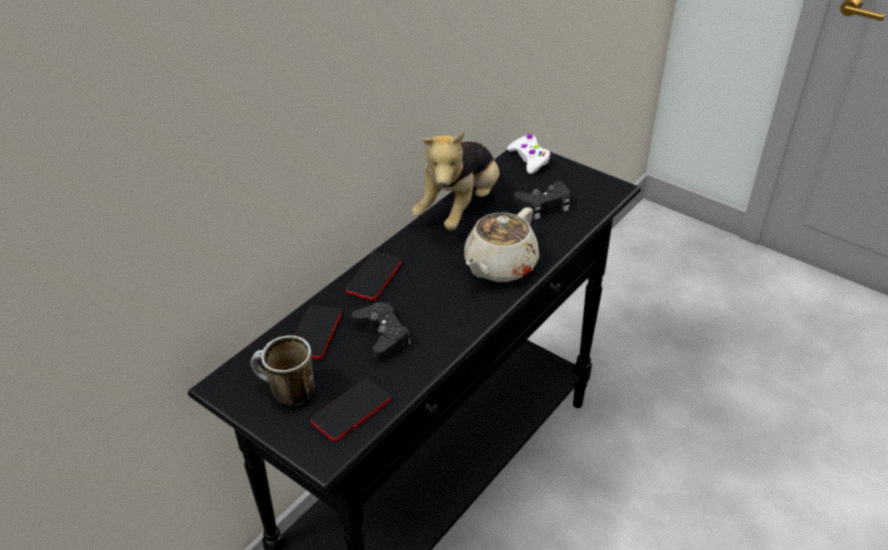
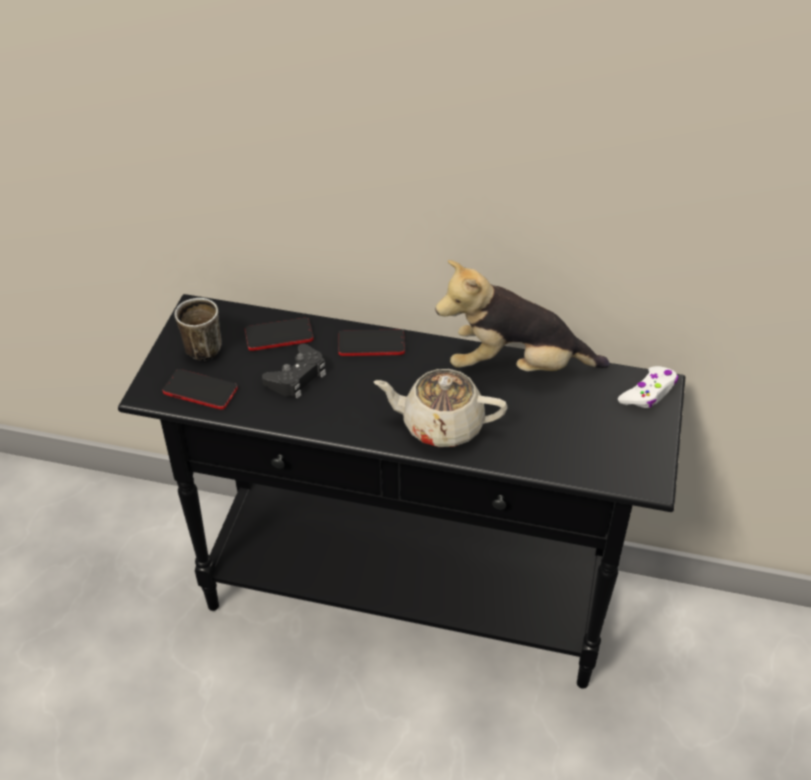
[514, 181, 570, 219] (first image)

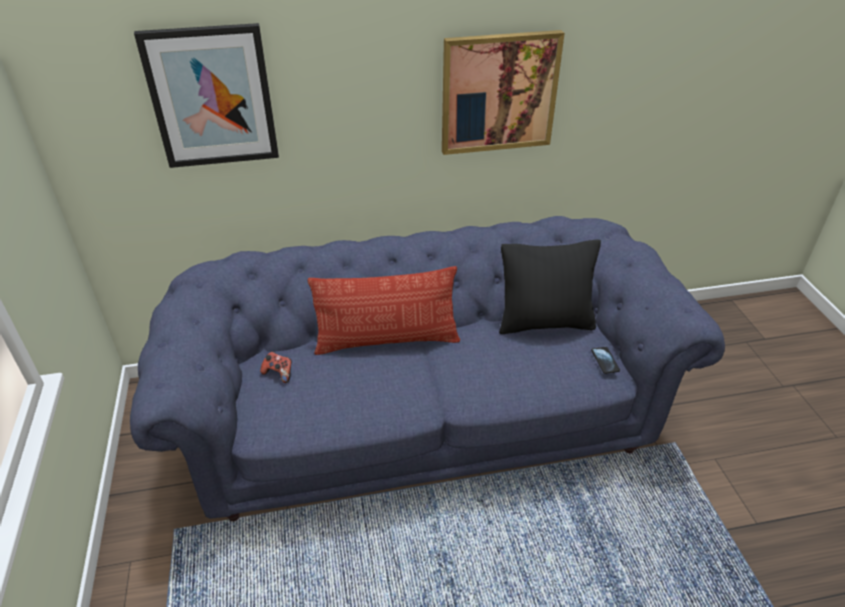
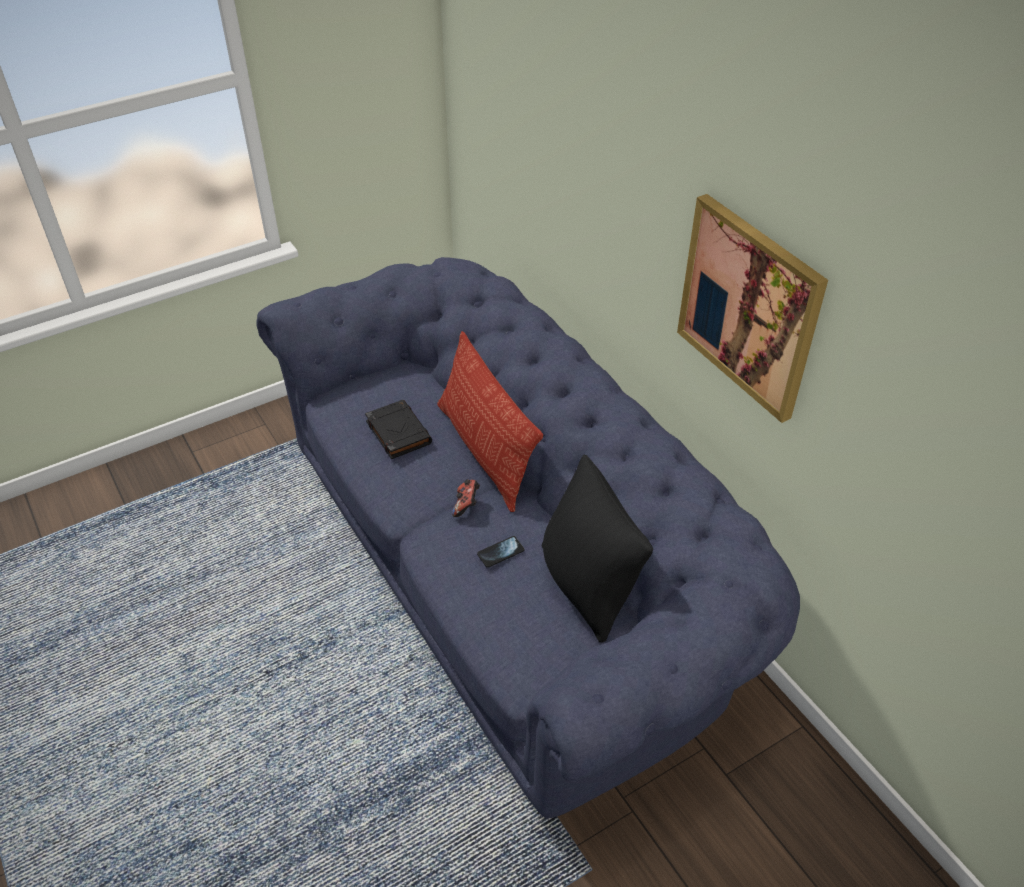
[134, 23, 279, 168] (first image)
[452, 479, 480, 517]
[477, 536, 524, 568]
[365, 400, 432, 459]

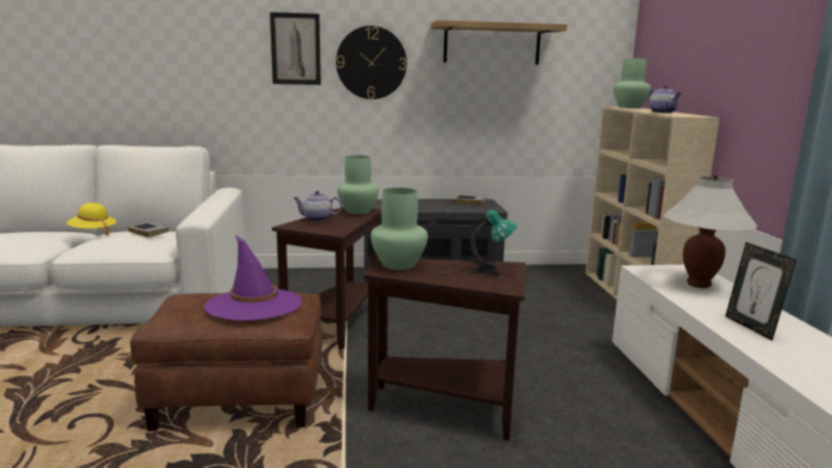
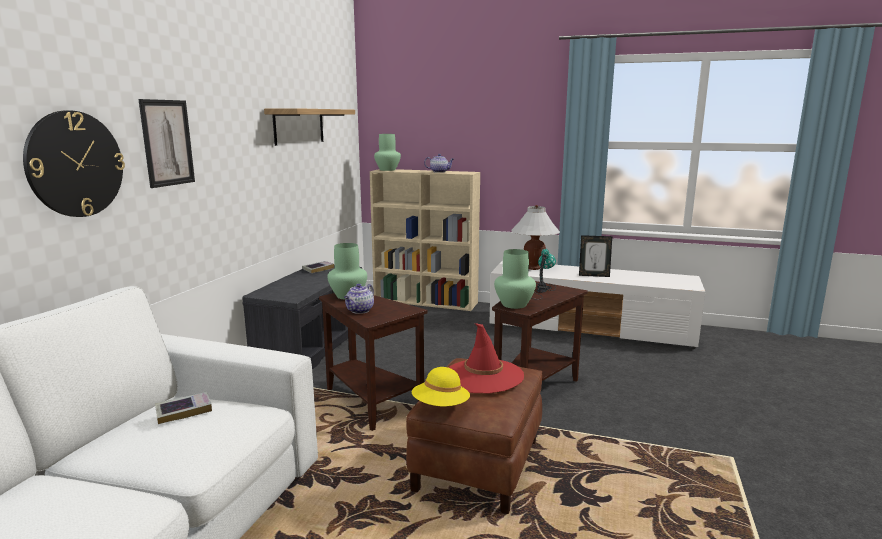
[412, 367, 470, 406]
[448, 323, 524, 394]
[23, 110, 125, 217]

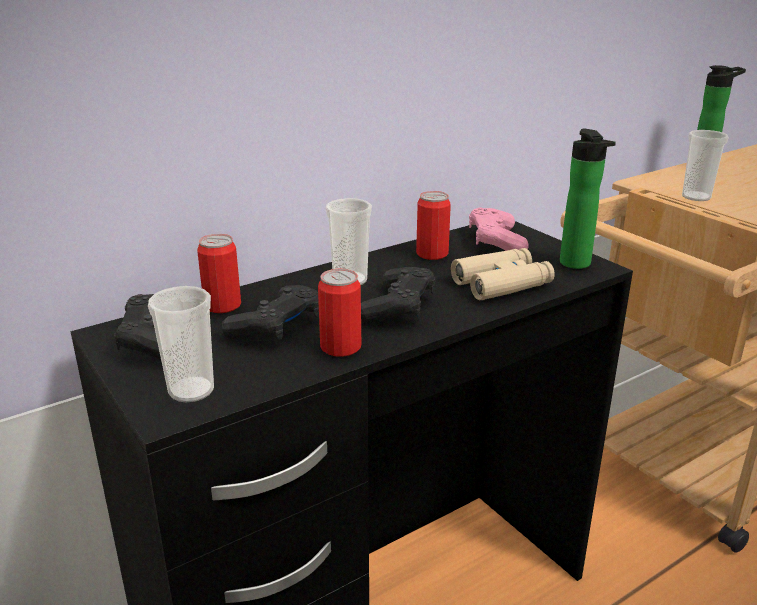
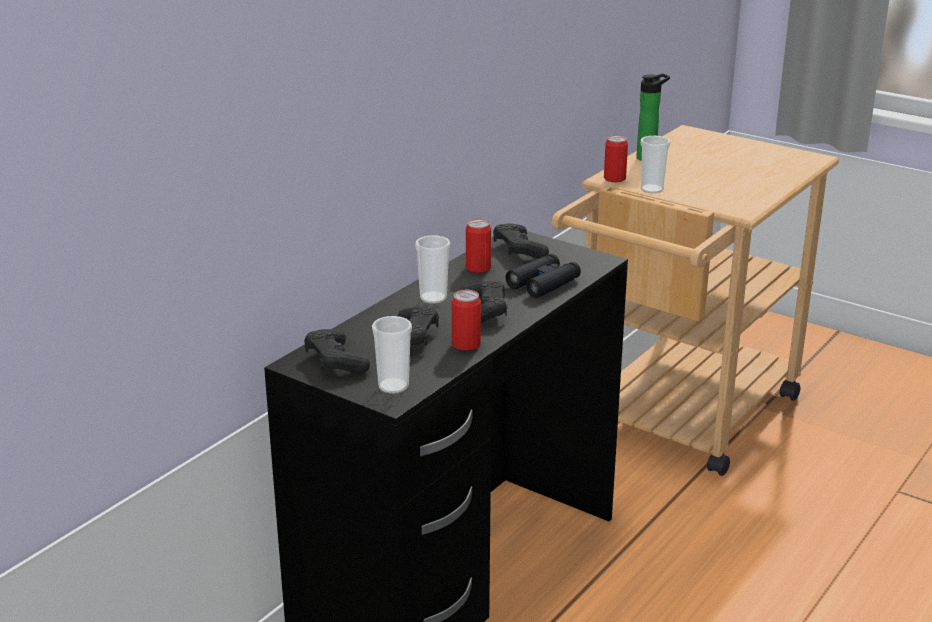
[604, 135, 628, 182]
[506, 254, 581, 298]
[493, 223, 549, 259]
[560, 129, 616, 269] (first image)

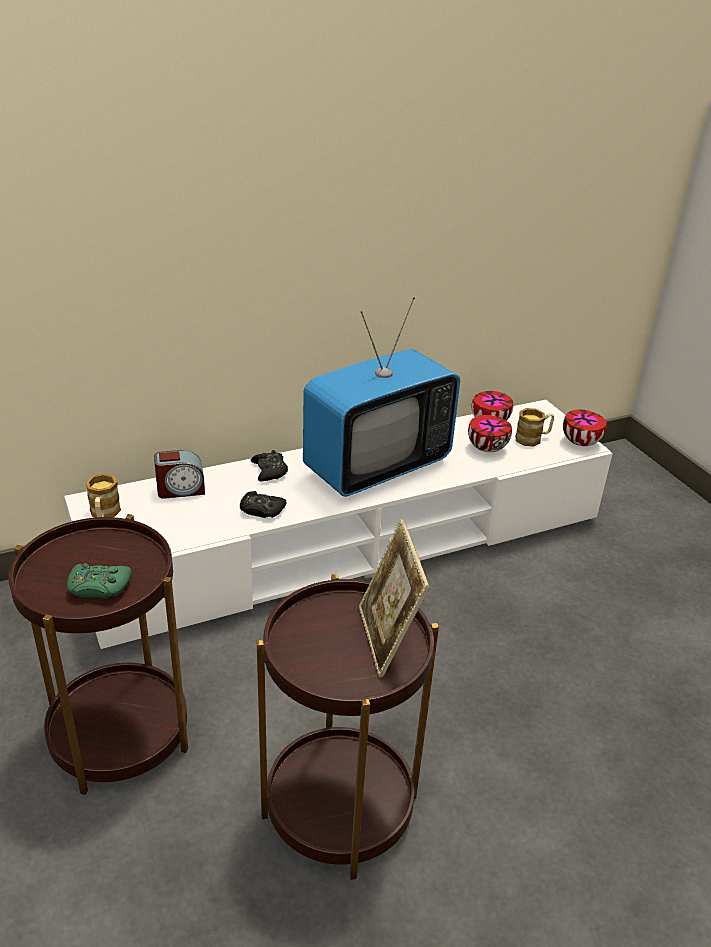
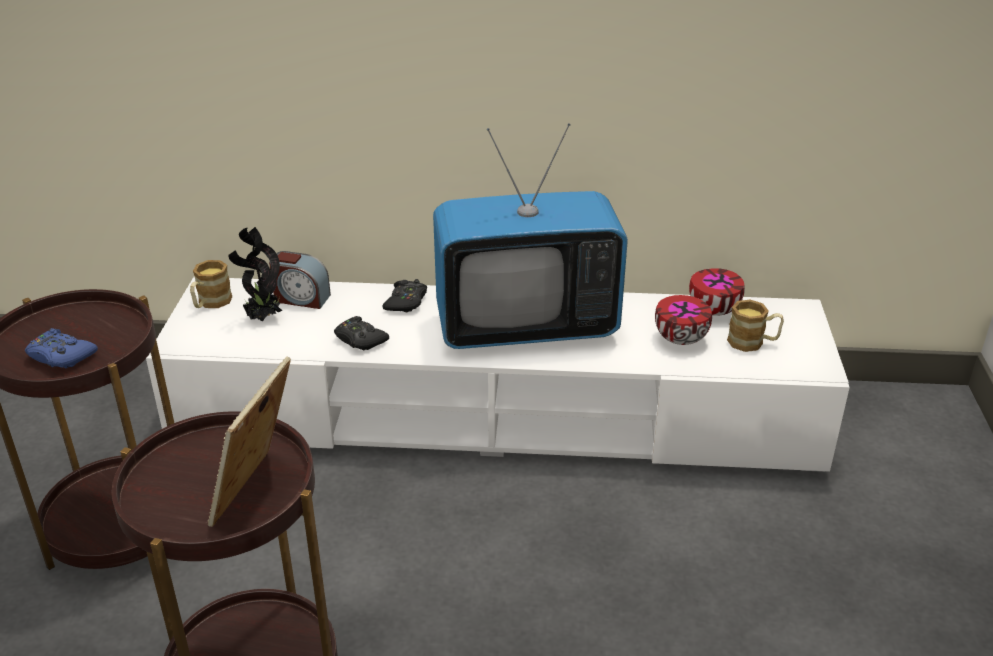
[25, 328, 98, 368]
[563, 409, 607, 446] (first image)
[228, 227, 282, 321]

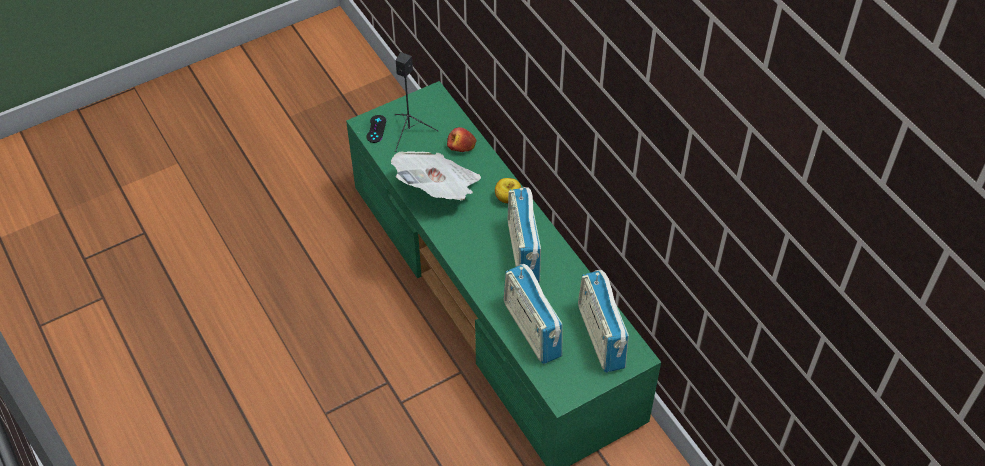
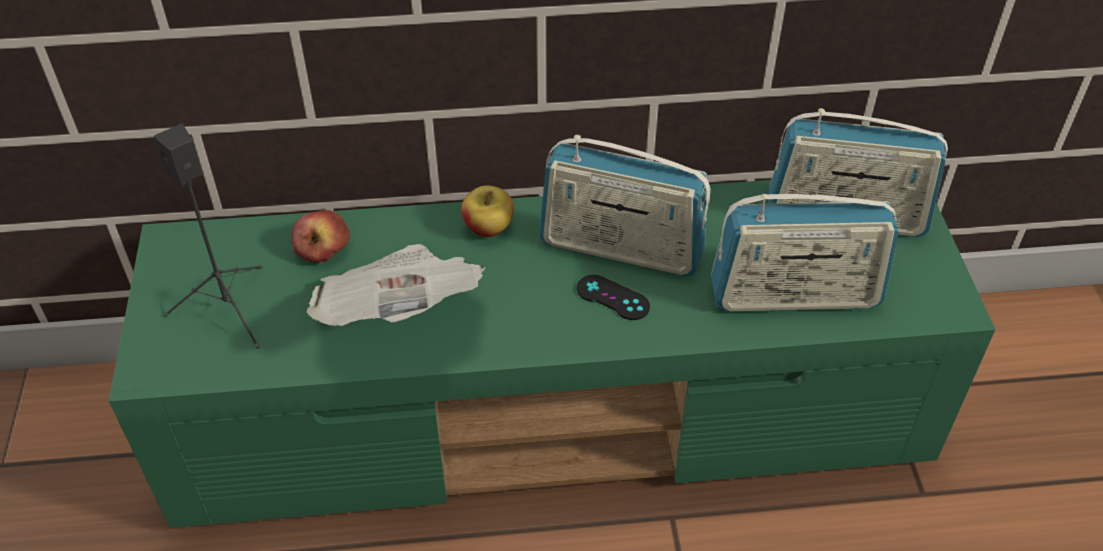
[577, 275, 650, 320]

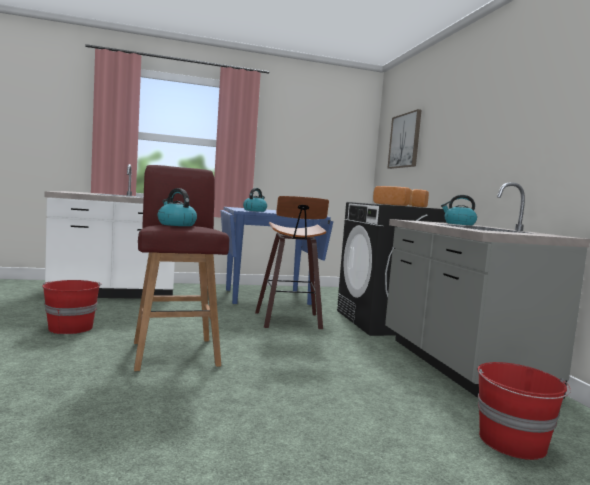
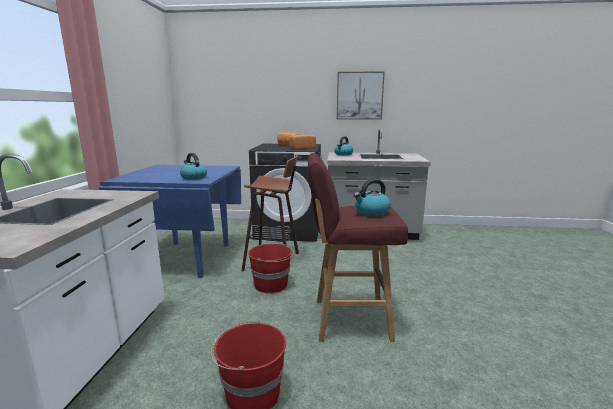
[337, 71, 385, 120]
[248, 243, 294, 293]

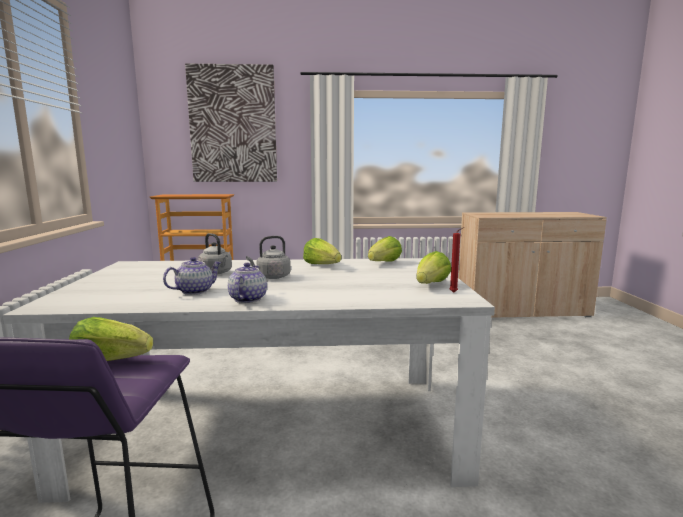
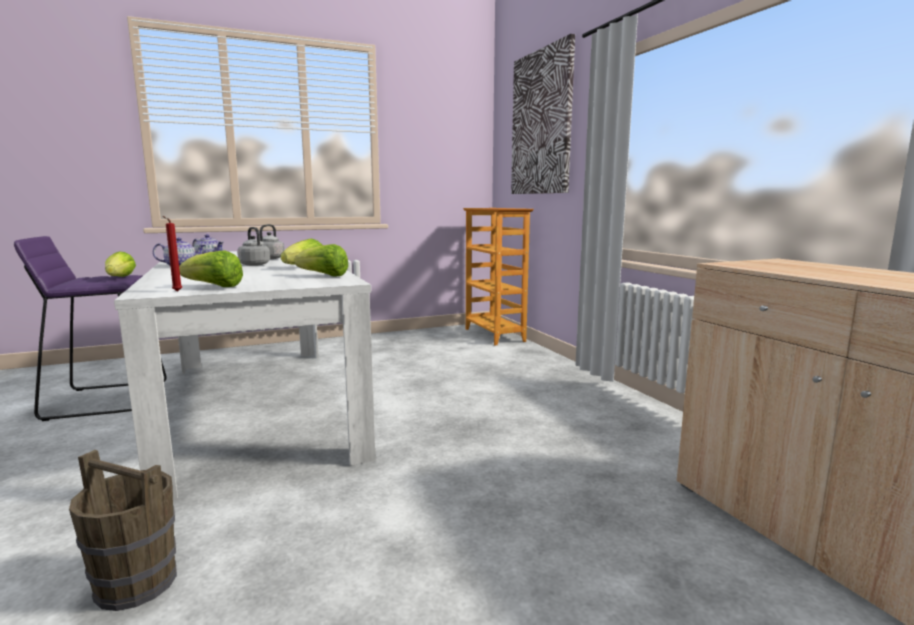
[69, 450, 177, 611]

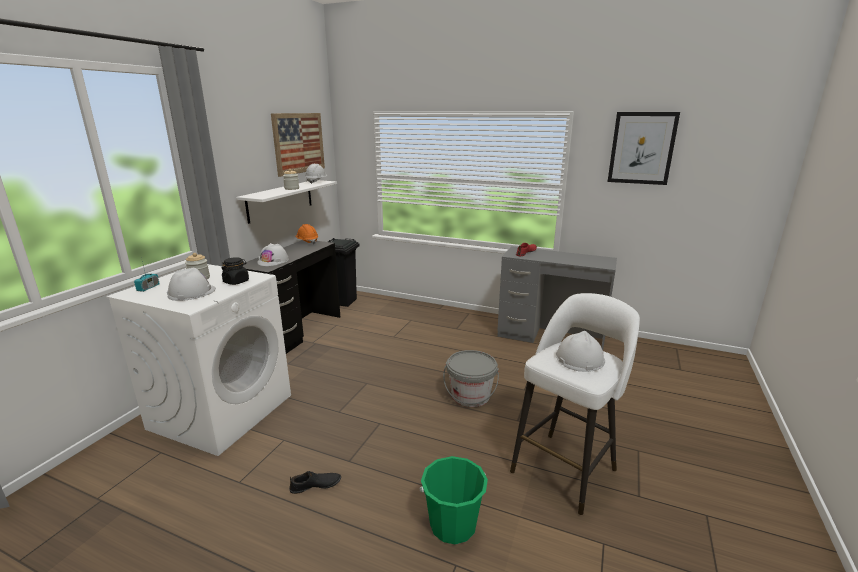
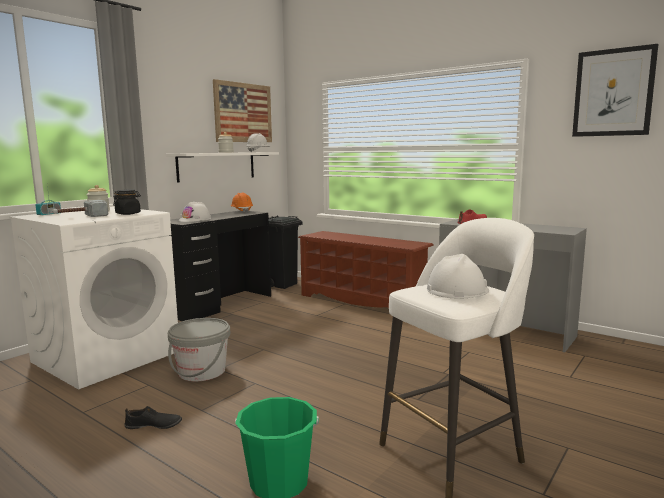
[52, 200, 108, 217]
[168, 318, 231, 381]
[298, 231, 434, 308]

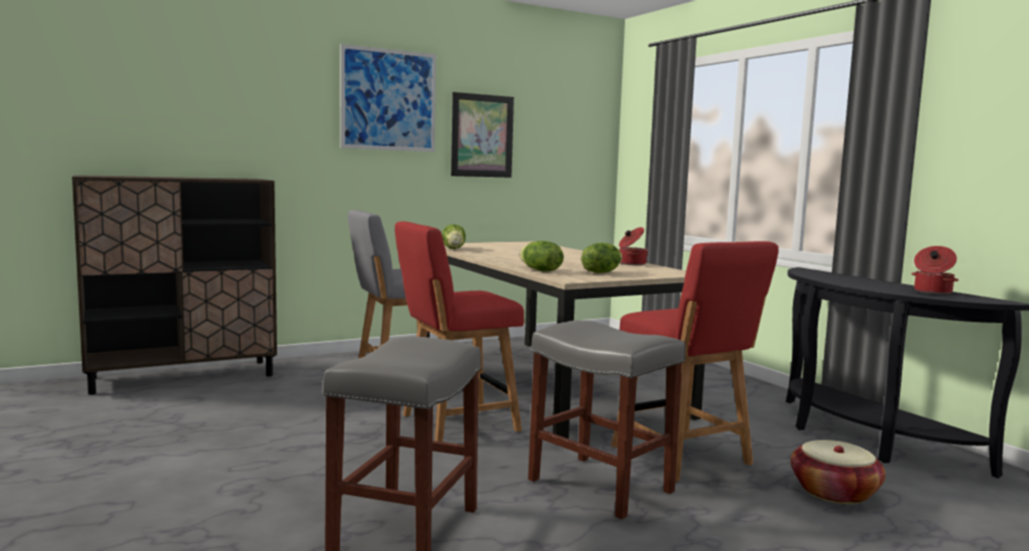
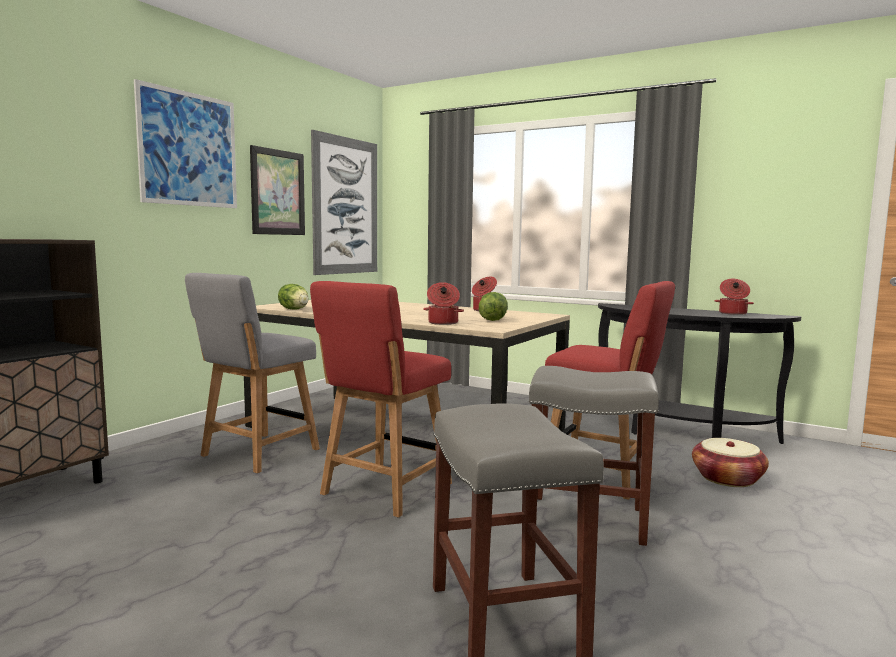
[423, 282, 464, 325]
[311, 130, 377, 275]

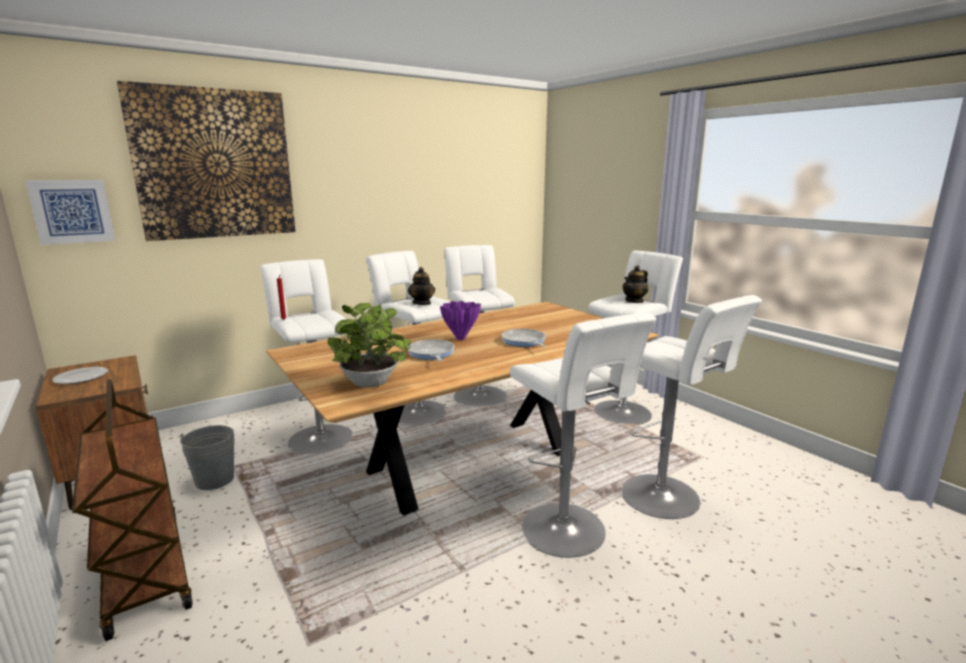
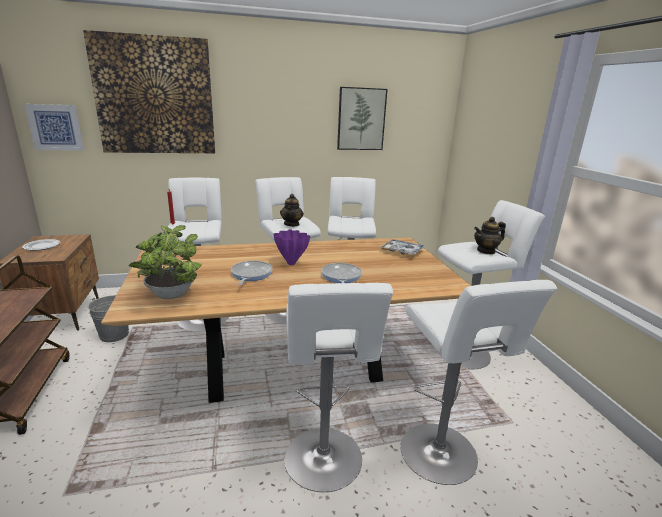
[337, 87, 388, 150]
[380, 239, 425, 255]

